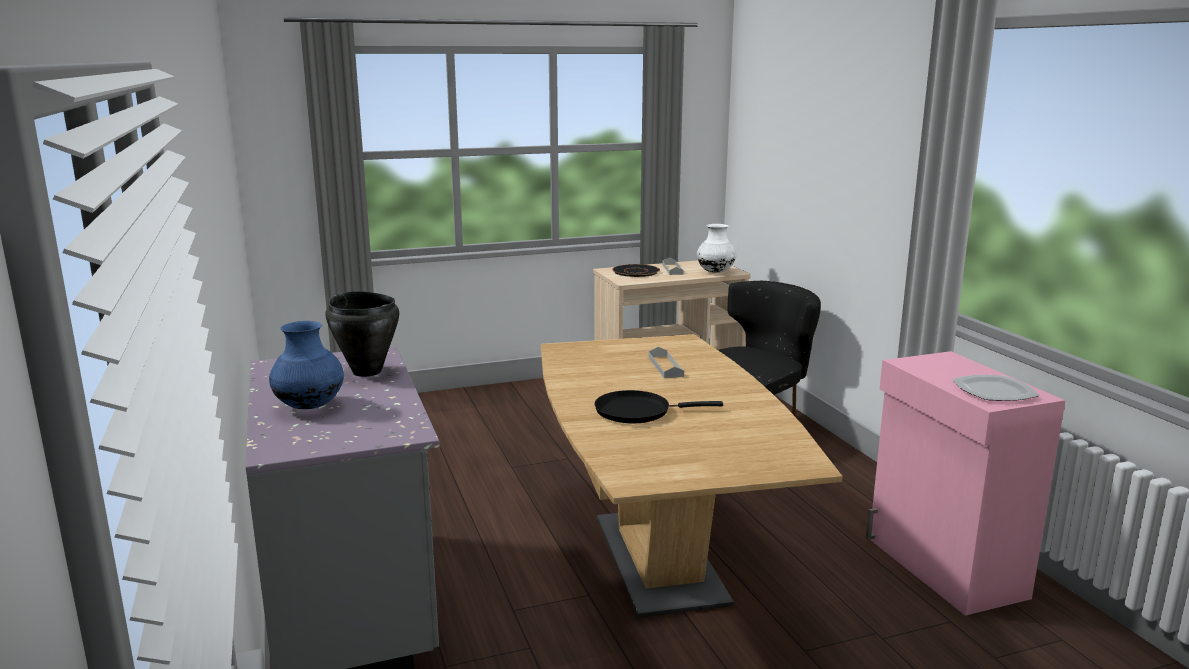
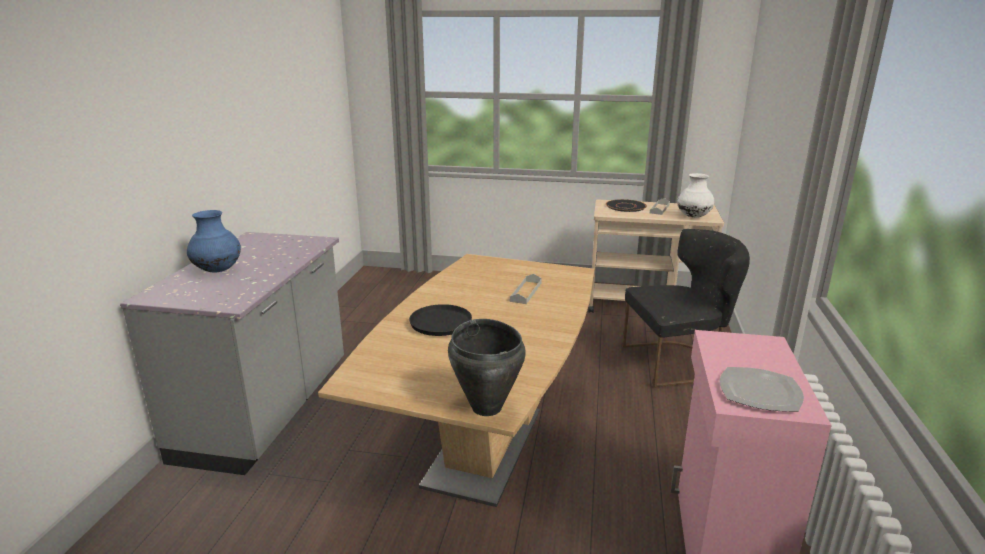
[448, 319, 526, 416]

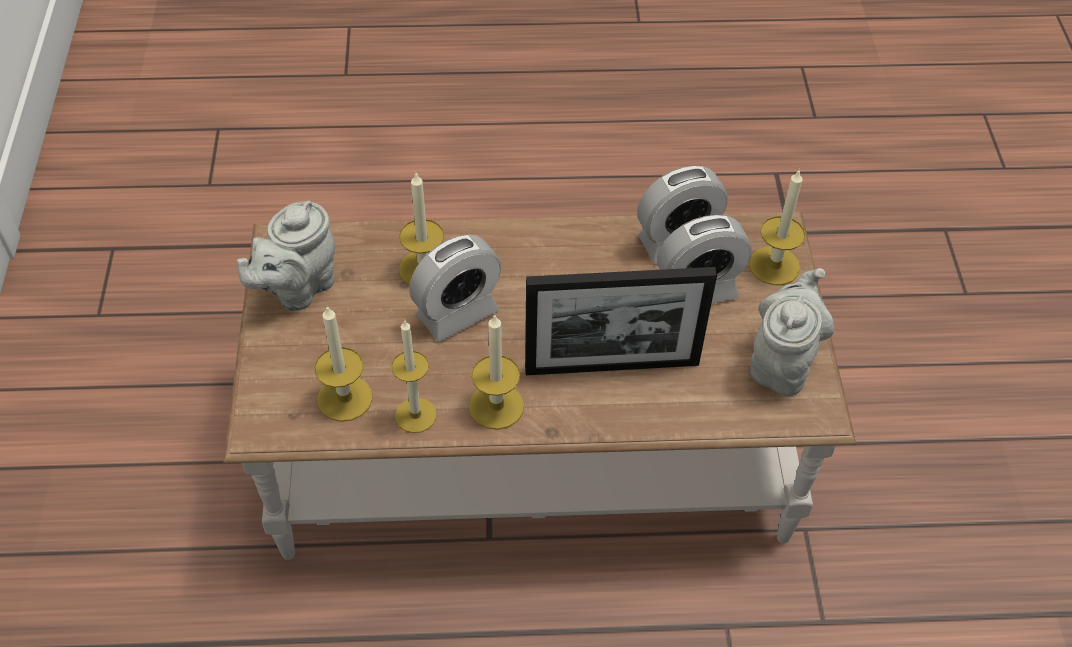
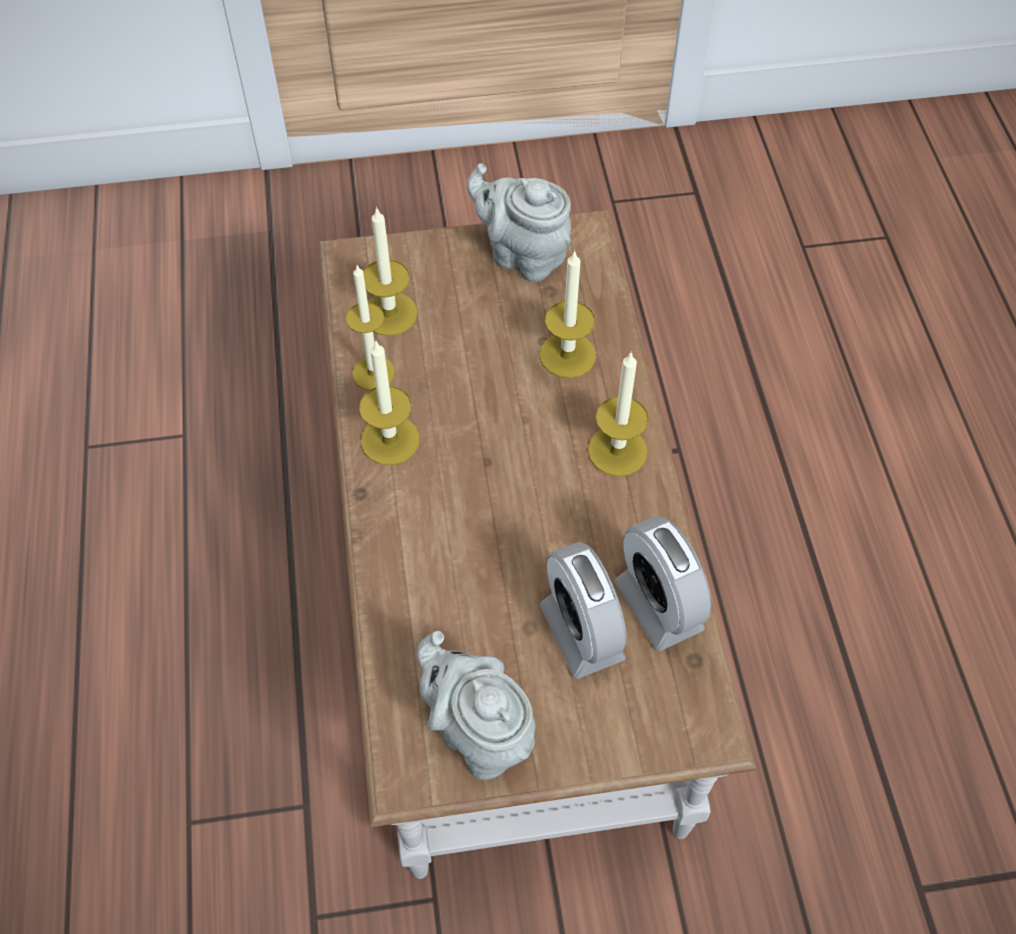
[409, 235, 501, 341] (first image)
[525, 267, 717, 375] (first image)
[588, 352, 649, 476]
[417, 631, 535, 780]

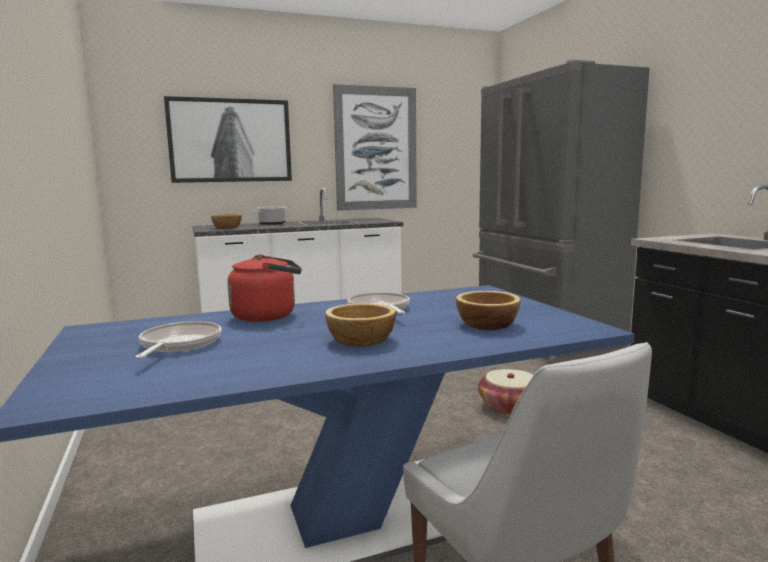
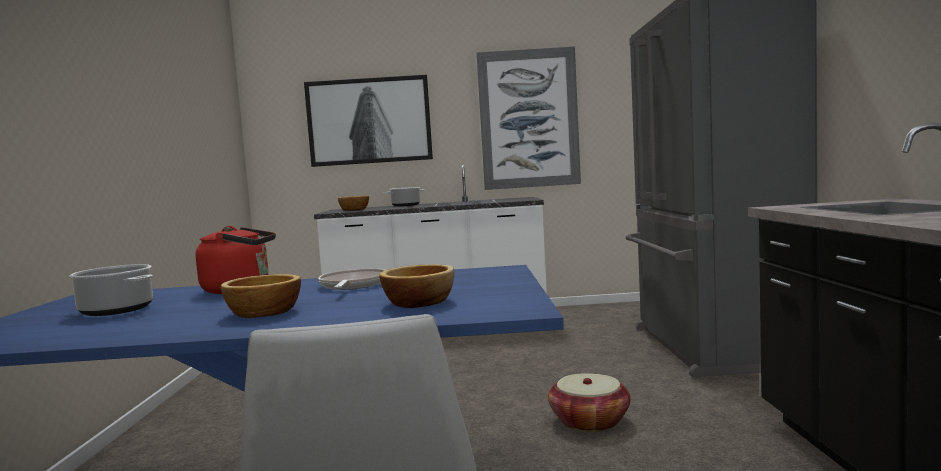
[70, 264, 153, 316]

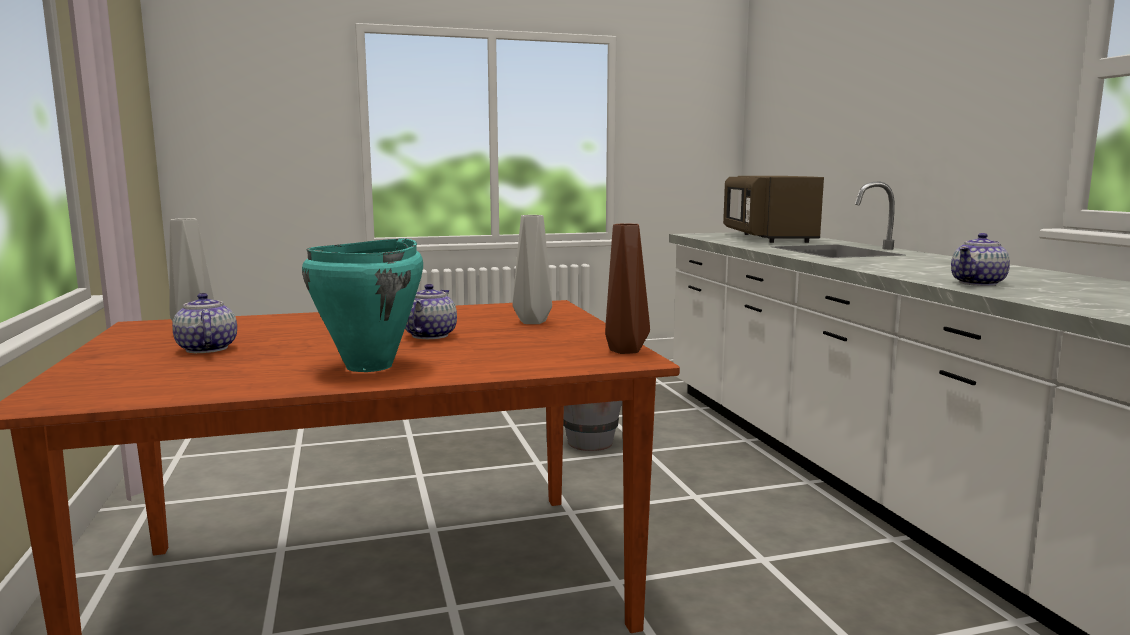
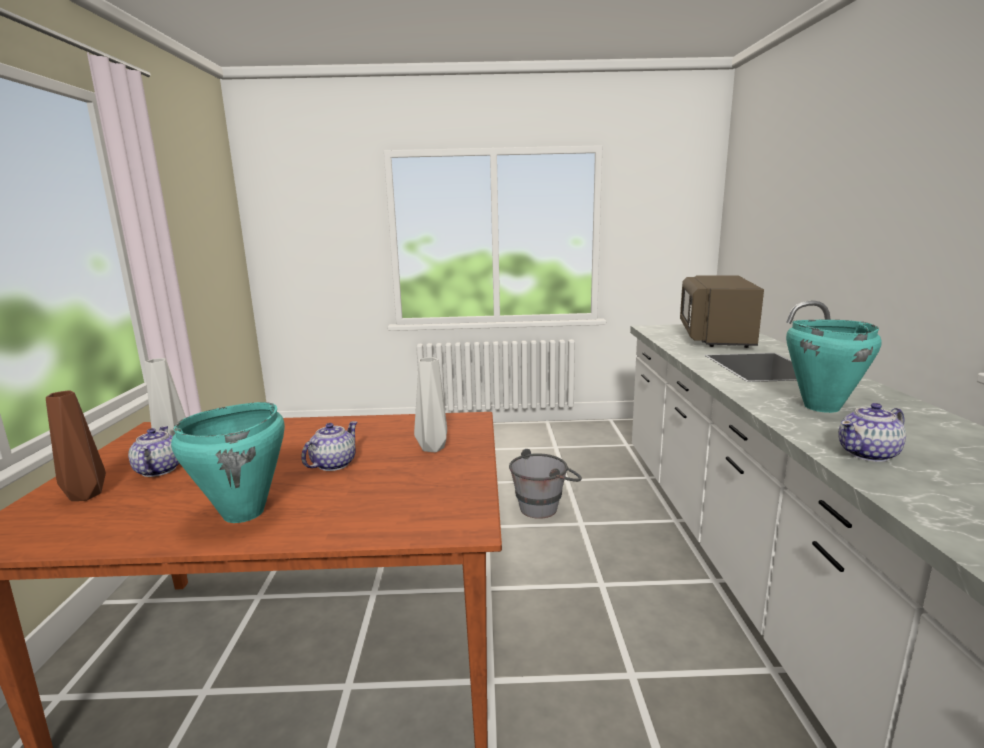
[46, 390, 106, 501]
[786, 320, 882, 413]

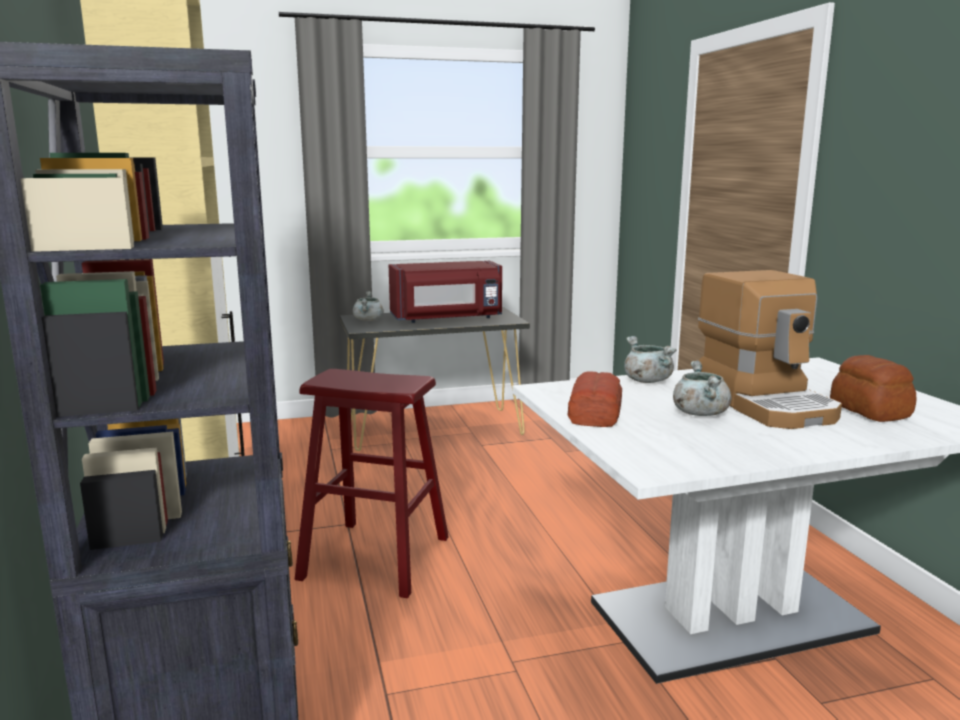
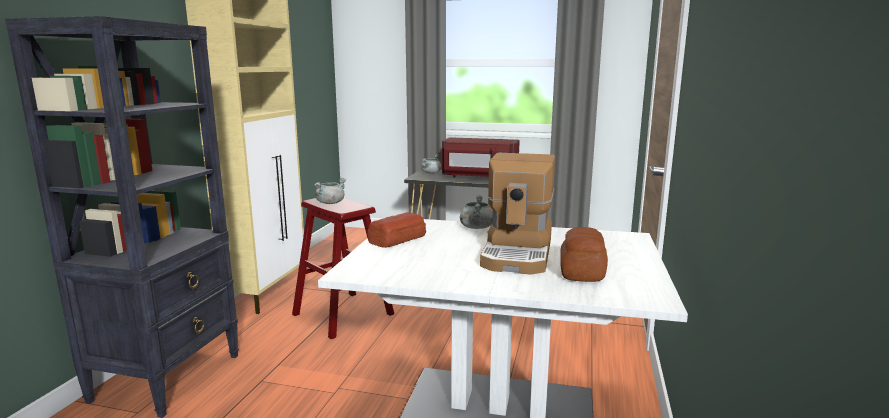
[314, 178, 346, 204]

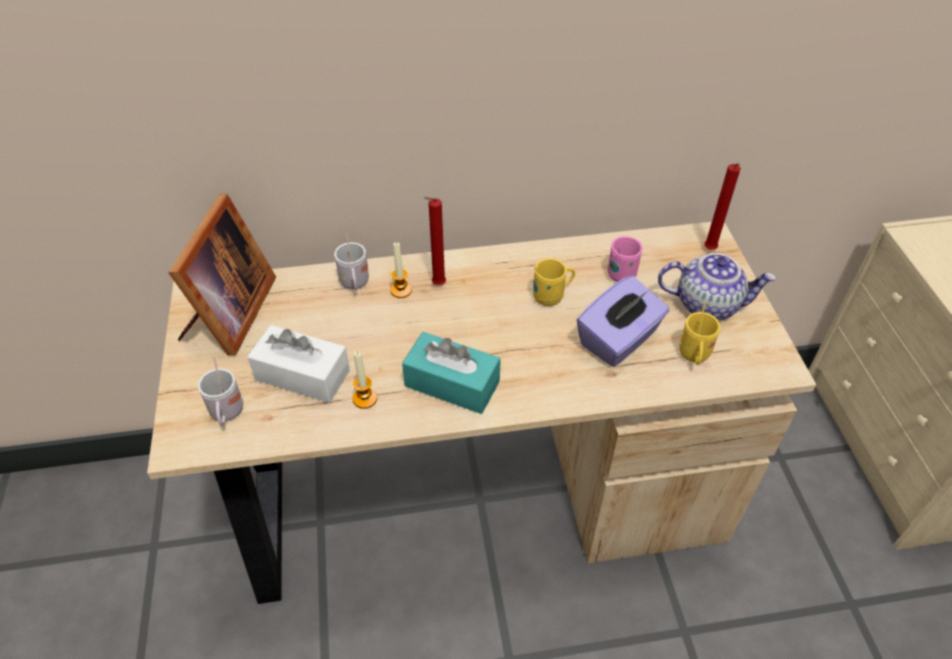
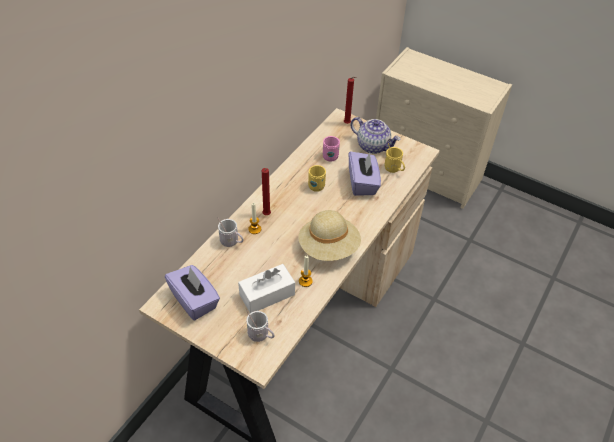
[165, 265, 220, 320]
[298, 210, 361, 261]
[350, 117, 400, 154]

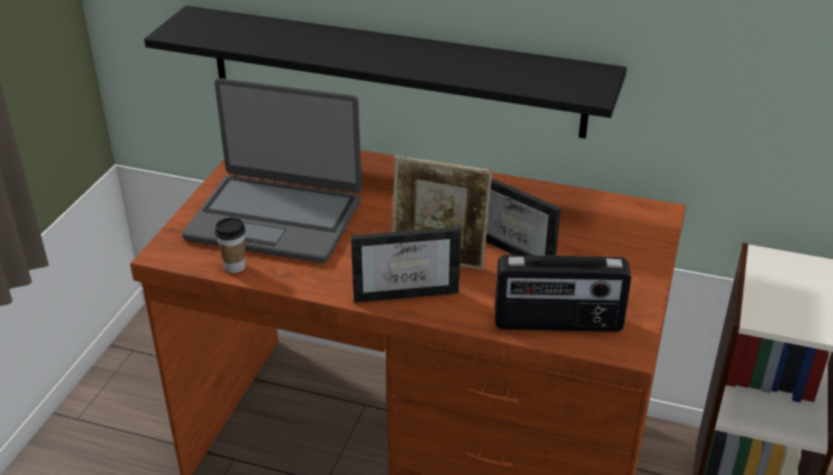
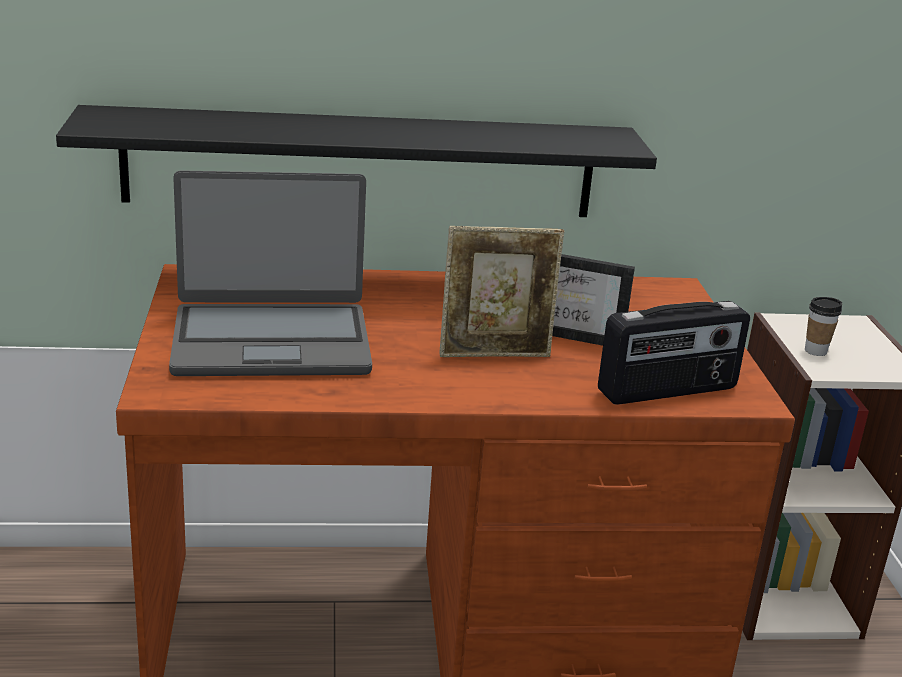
[805, 297, 842, 356]
[351, 227, 461, 303] (first image)

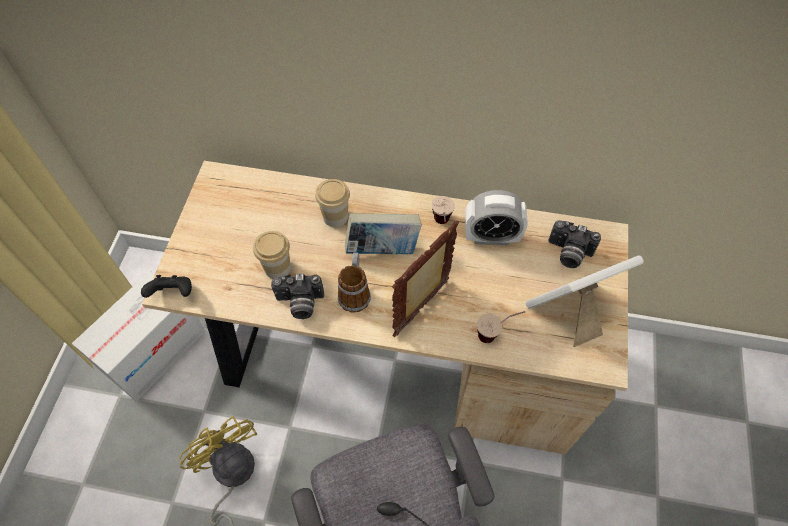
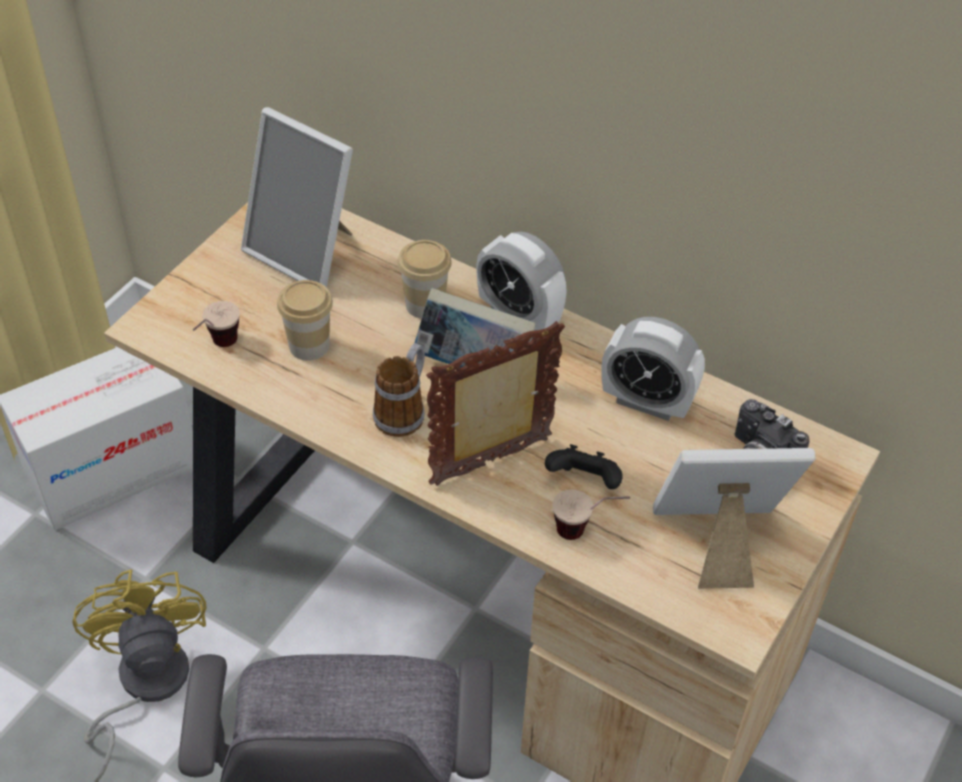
[545, 444, 623, 489]
[271, 274, 324, 319] (first image)
[193, 301, 240, 347]
[241, 107, 353, 288]
[477, 232, 567, 331]

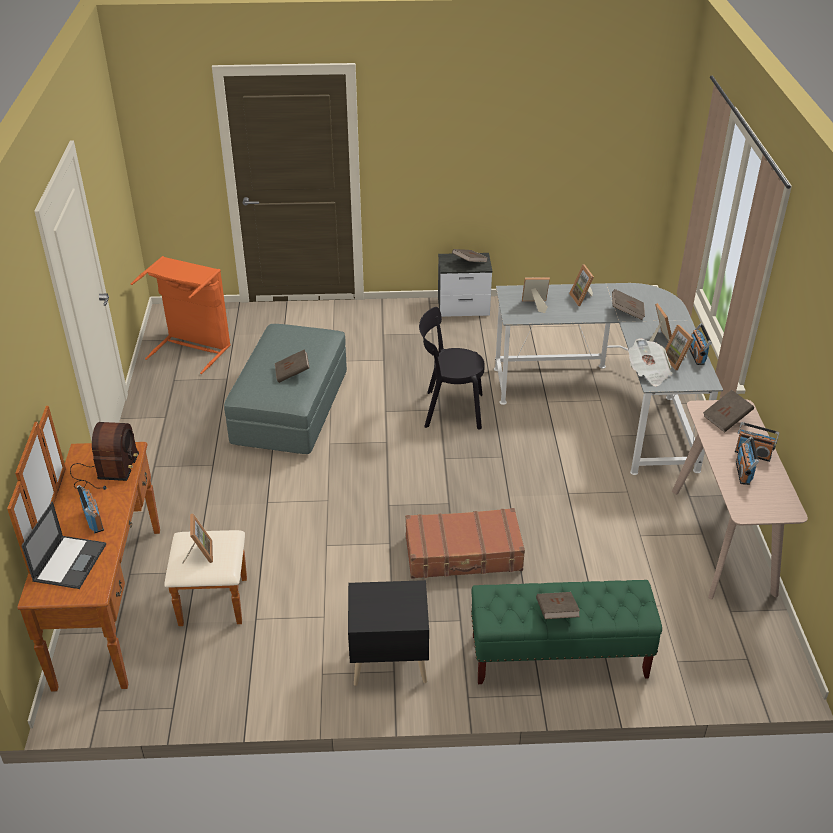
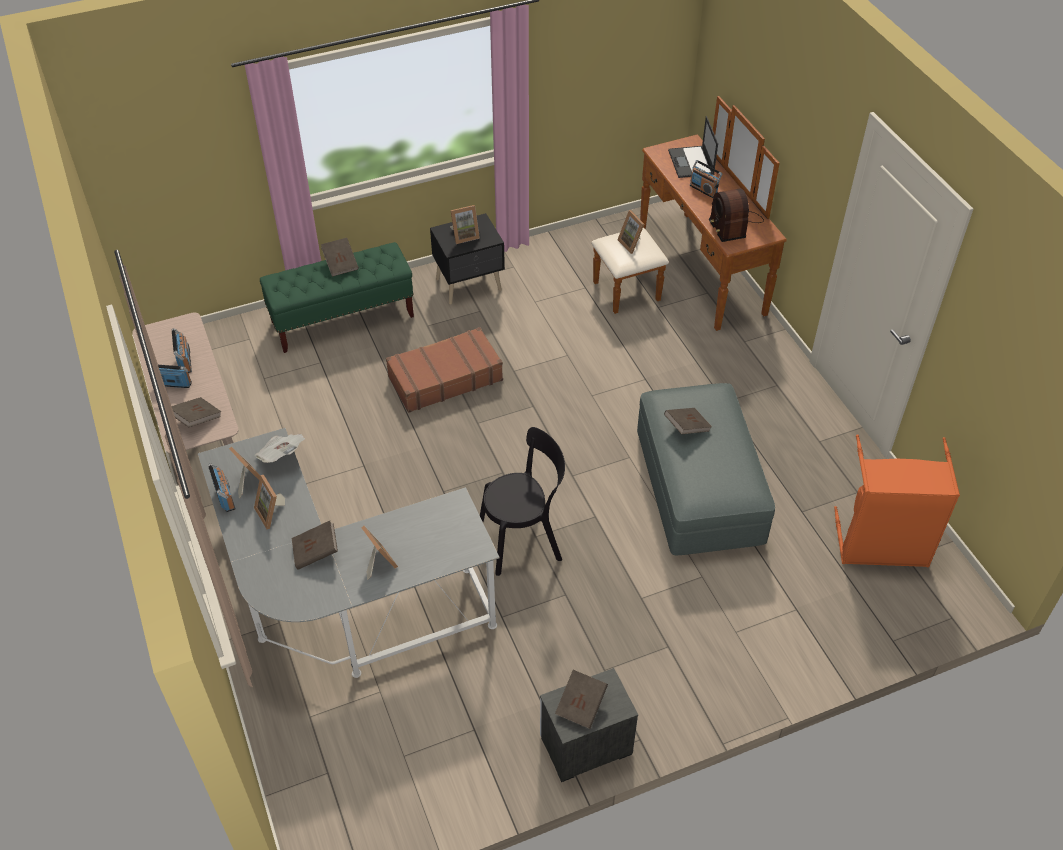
[450, 205, 480, 244]

